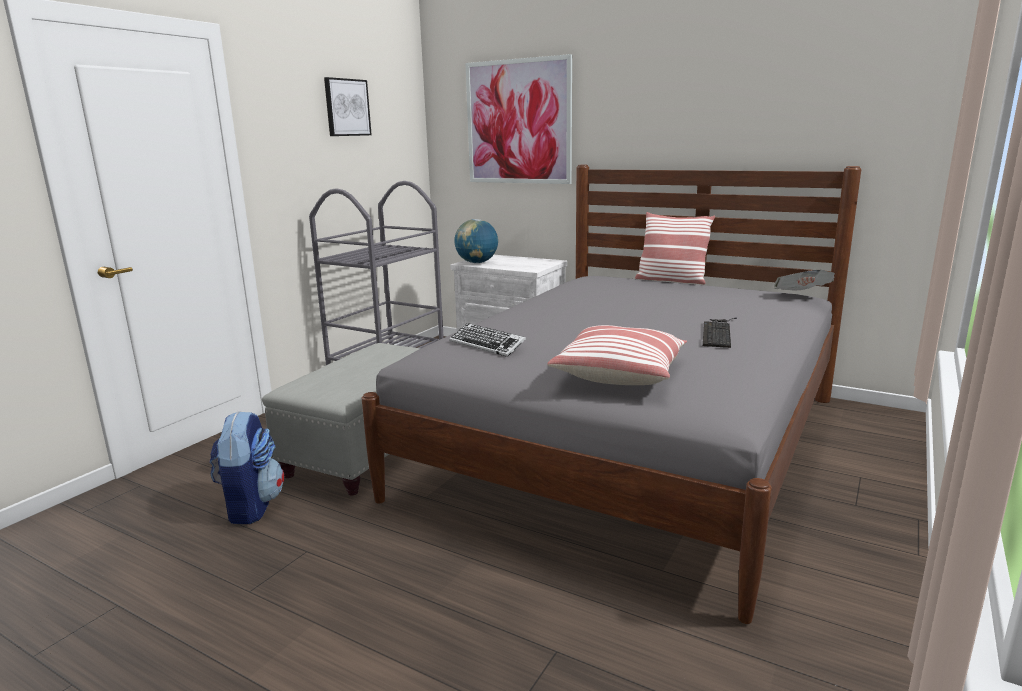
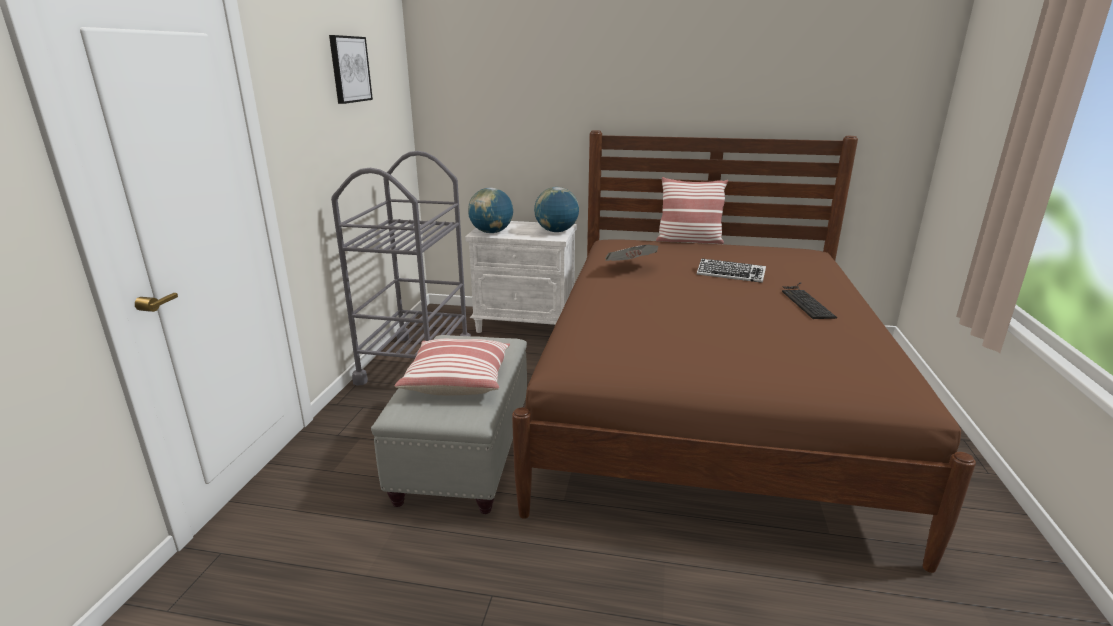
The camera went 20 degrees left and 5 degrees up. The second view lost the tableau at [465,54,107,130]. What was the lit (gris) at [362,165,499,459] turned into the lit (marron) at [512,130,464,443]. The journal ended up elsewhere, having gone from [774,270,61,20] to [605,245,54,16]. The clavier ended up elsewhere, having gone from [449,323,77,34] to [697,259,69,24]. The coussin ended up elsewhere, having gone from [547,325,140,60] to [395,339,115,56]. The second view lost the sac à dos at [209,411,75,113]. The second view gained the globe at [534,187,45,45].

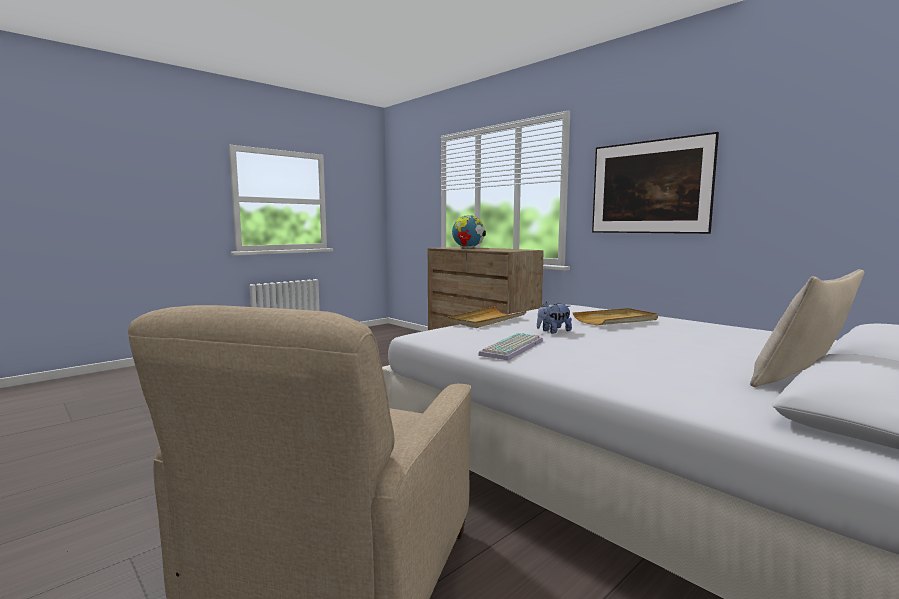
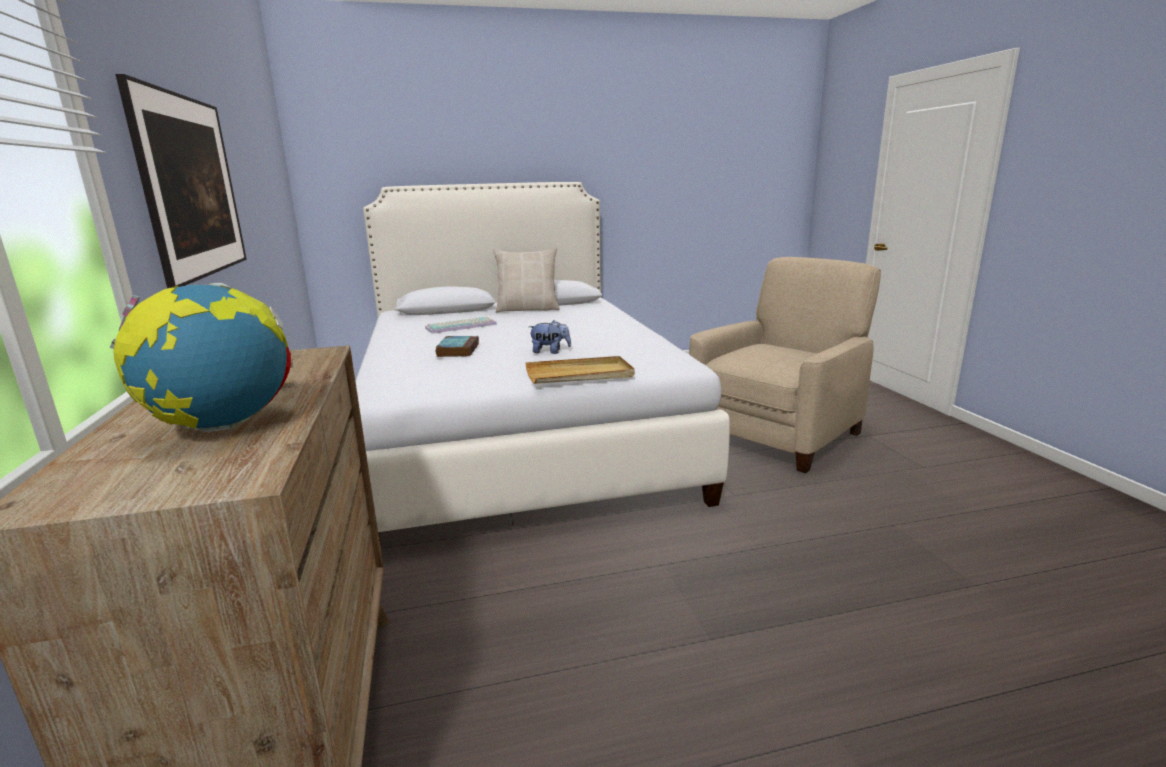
The camera went 150 degrees left and 10 degrees up. Where the plateau (beige) stood at [573,308,85,17], the livre came to stand at [435,336,44,21]. The clavier ended up elsewhere, having gone from [478,333,65,27] to [425,317,72,16].

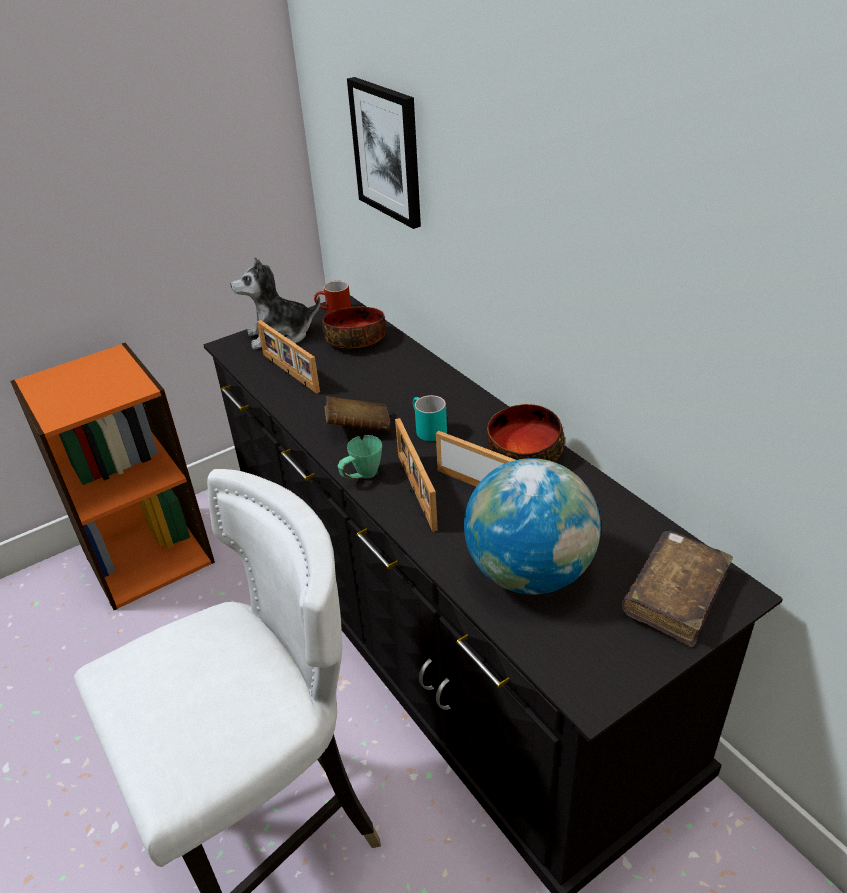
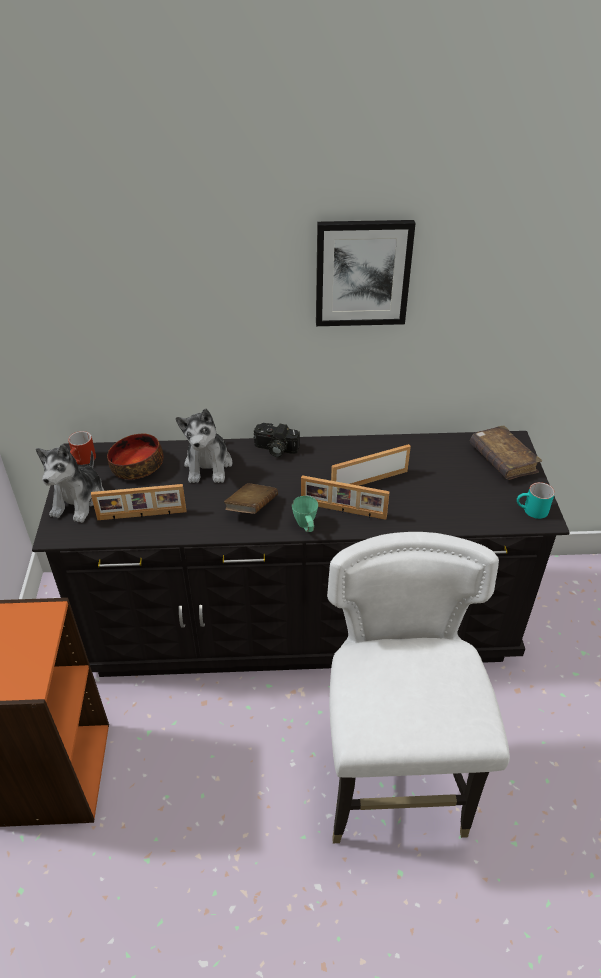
The camera went 60 degrees left and 5 degrees up. The tableau ended up elsewhere, having gone from [347,77,74,152] to [316,220,100,106]. The mug (turquoise) ended up elsewhere, having gone from [413,395,34,46] to [517,482,38,37]. The second view lost the bol at [487,404,78,58]. The second view lost the globe at [464,458,137,136]. The second view gained the peluche at [176,408,57,75]. The second view gained the appareil photo at [254,423,46,34].

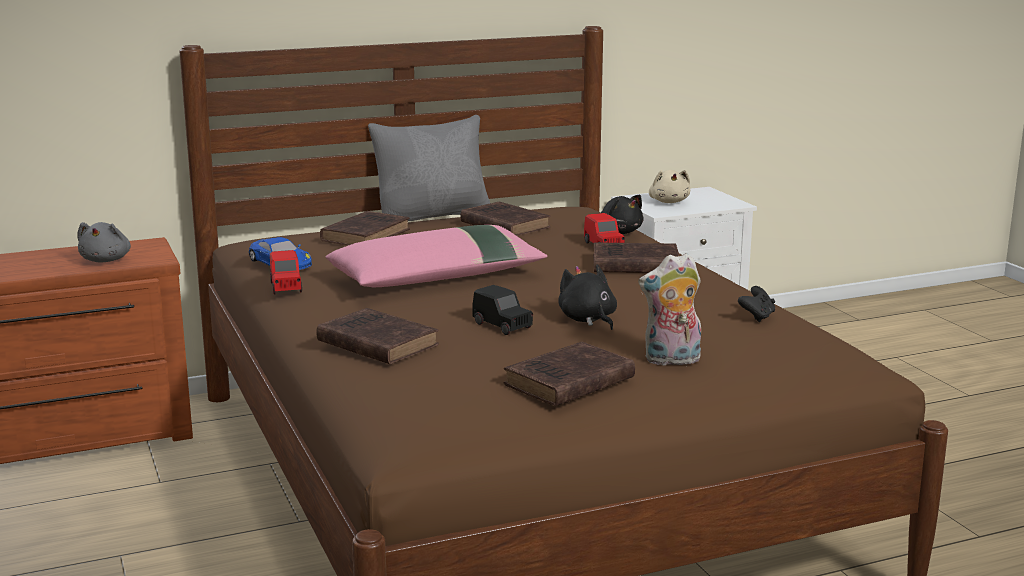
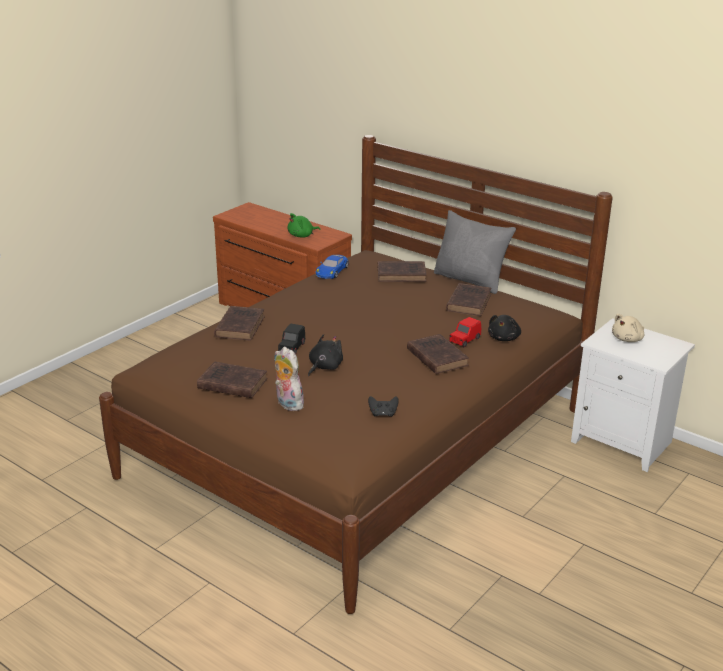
The camera went 60 degrees right and 10 degrees up. What was the peluche (gris) at [77,222,54,40] turned into the peluche (vert) at [288,213,32,25]. The second view lost the coussin (rose) at [326,225,222,62]. The second view lost the petite voiture (rouge) at [270,250,32,44].

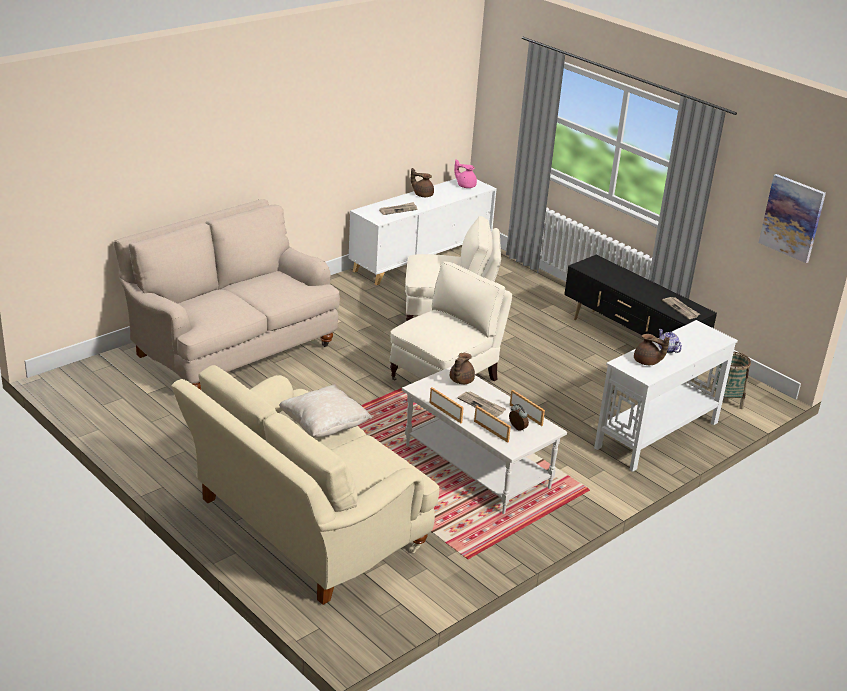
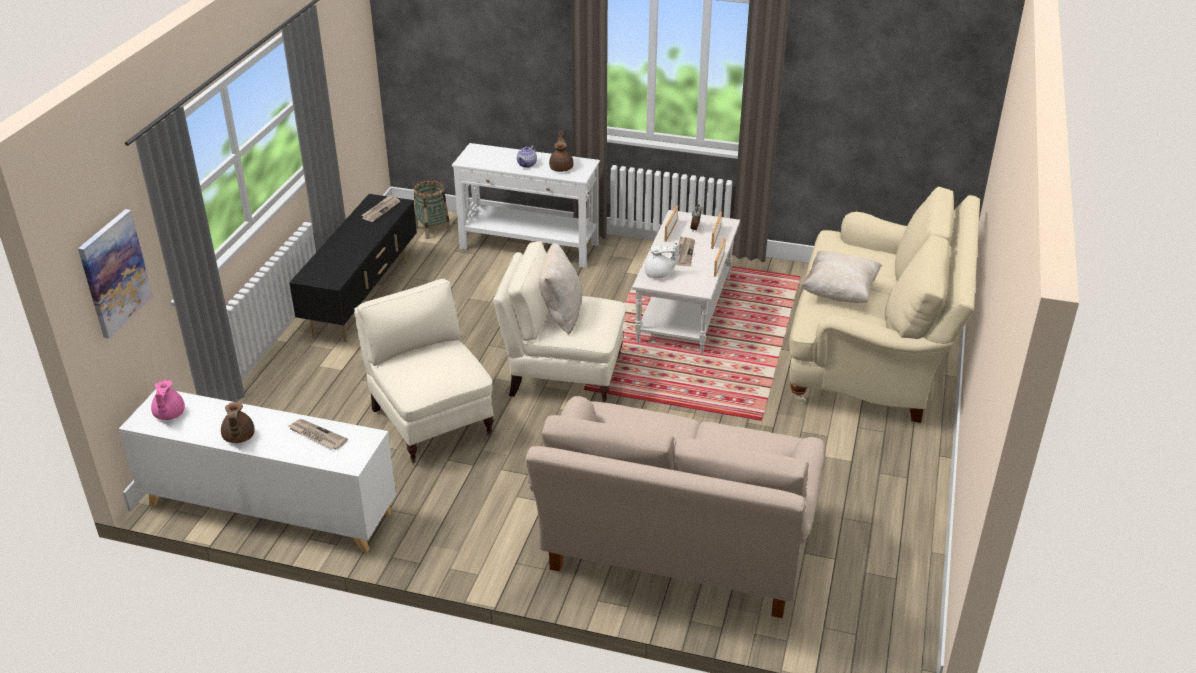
The camera went 120 degrees left and 5 degrees up. The tableau ended up elsewhere, having gone from [759,174,67,89] to [78,209,75,130]. What was the théière (marron) at [450,353,25,31] turned into the théière (blanc) at [645,242,34,37]. The second view gained the coussin (beige) at [539,243,43,92].

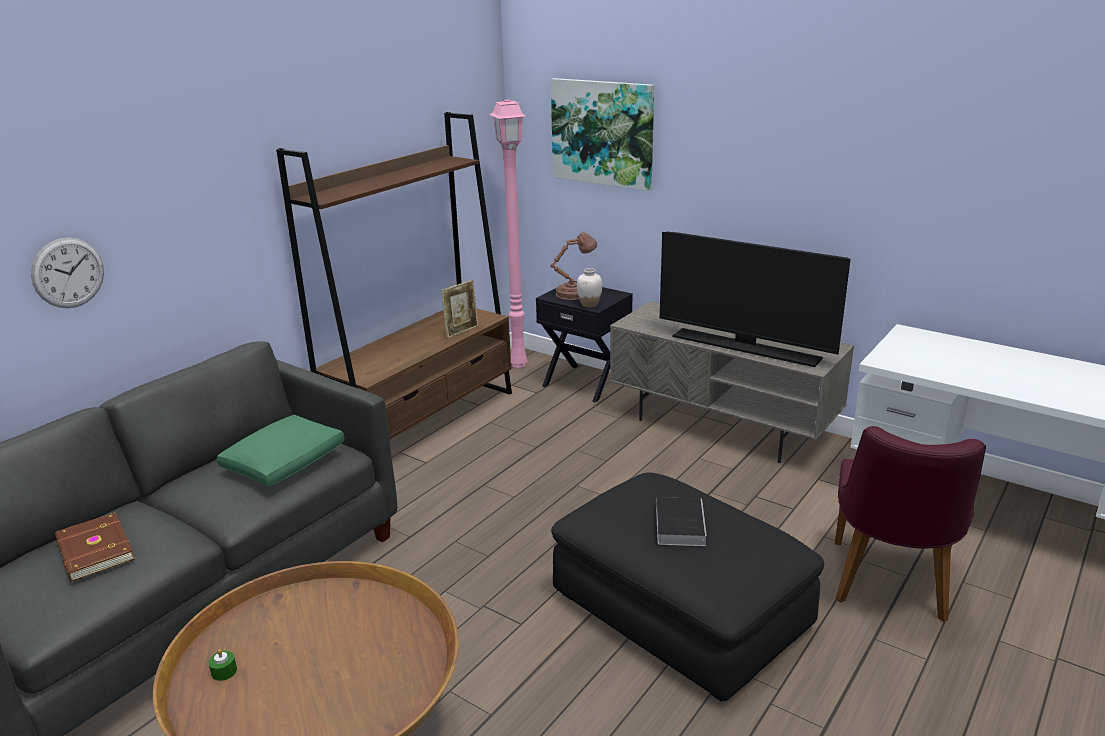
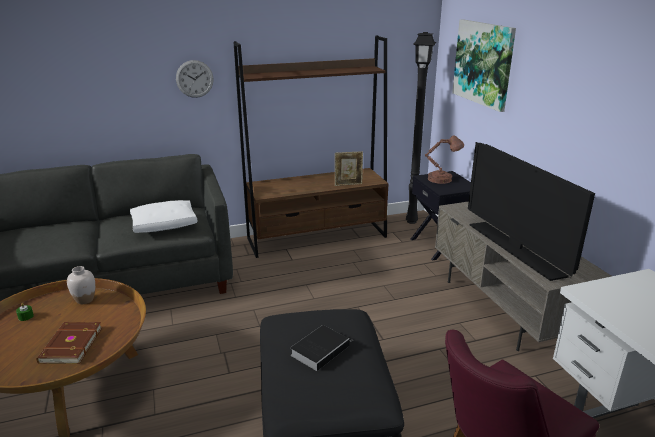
The camera went 35 degrees right and 0 degrees up. What was the lampadaire (rose) at [489,100,38,268] turned into the lampadaire (noir) at [406,32,30,192]. The horloge murale ended up elsewhere, having gone from [31,238,73,70] to [176,60,38,38]. The vase (blanc) ended up elsewhere, having gone from [577,268,25,40] to [67,266,28,38]. What was the coussin (vert) at [216,415,128,71] turned into the coussin (blanc) at [130,200,68,33]. The livre (marron) ended up elsewhere, having gone from [55,512,80,69] to [37,322,65,42].

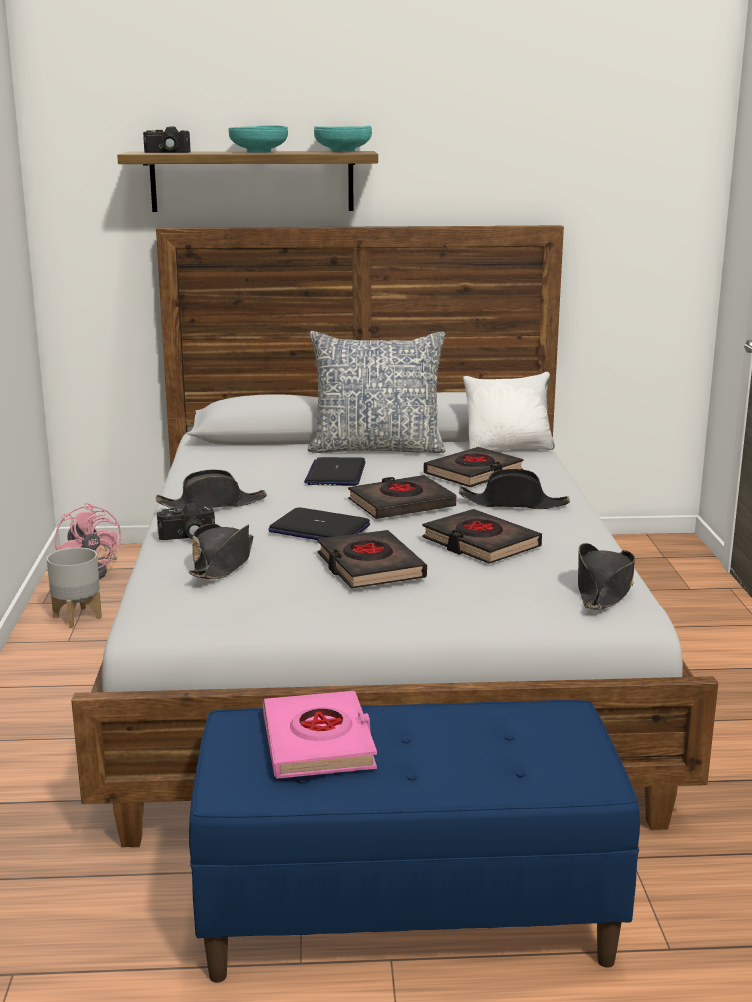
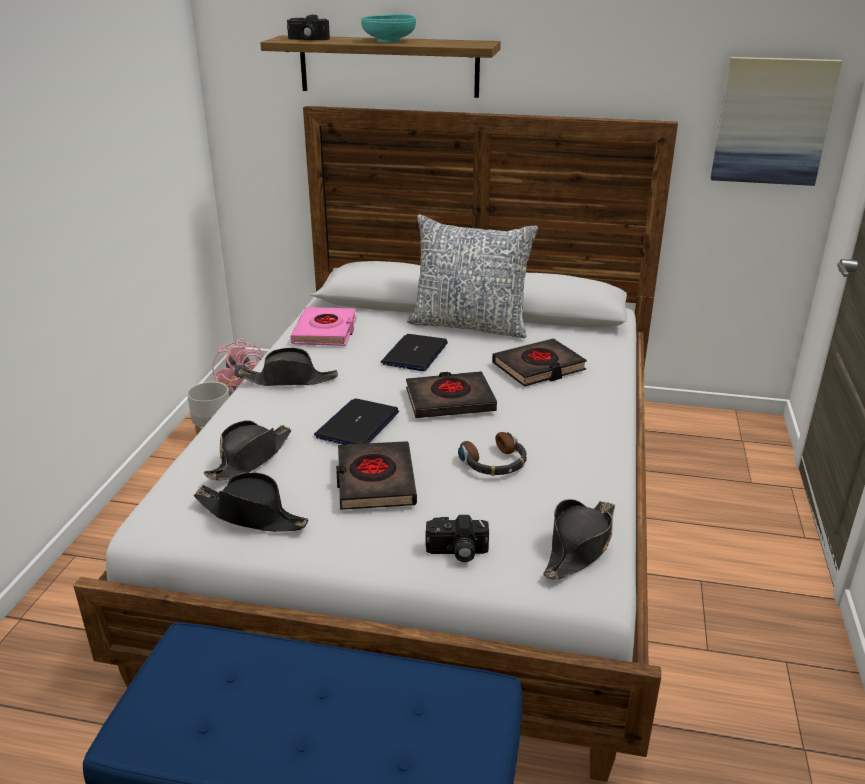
The camera went 15 degrees right and 10 degrees up. The second view lost the bol (turquoise) at [314,126,58,26]. The second view lost the coussin (blanc) at [463,372,92,79]. The chapeau (noir) ended up elsewhere, having gone from [459,469,111,40] to [194,473,115,59]. The appareil photo ended up elsewhere, having gone from [157,503,58,37] to [425,515,64,47]. The ordinateur portable at [268,507,102,33] ended up facing another way, 75 degrees clockwise from before. Where the livre (noir) stood at [422,509,120,55], the casque audio came to stand at [458,432,69,44]. The livre (rose) ended up elsewhere, having gone from [263,691,114,87] to [290,307,67,39]. The second view gained the tableau at [711,57,131,129].

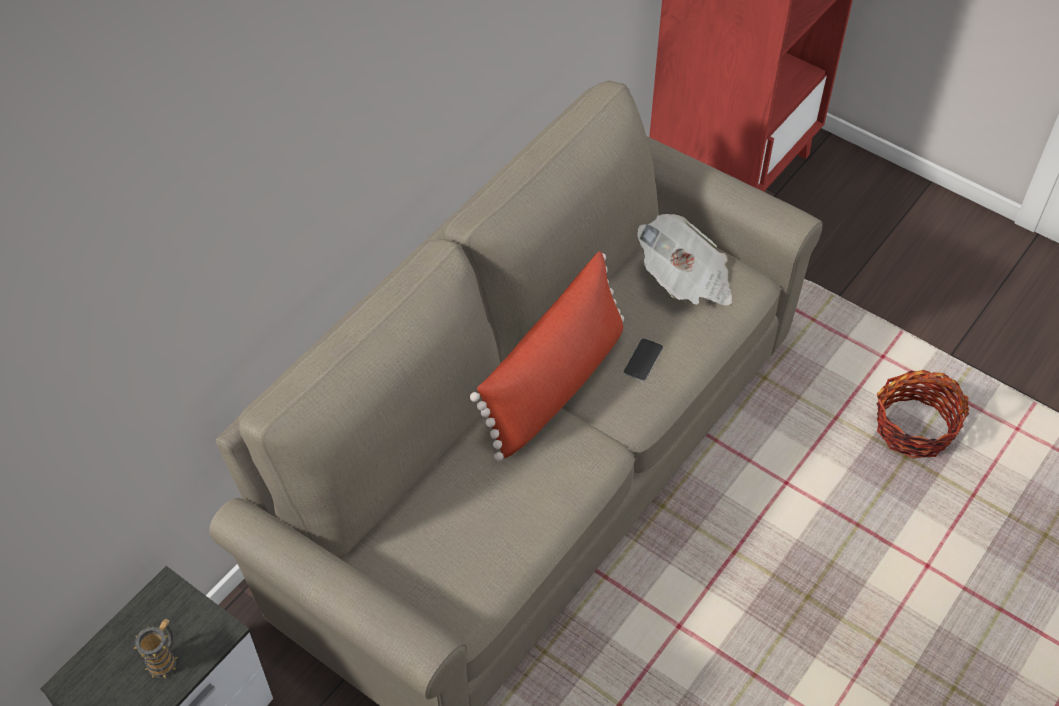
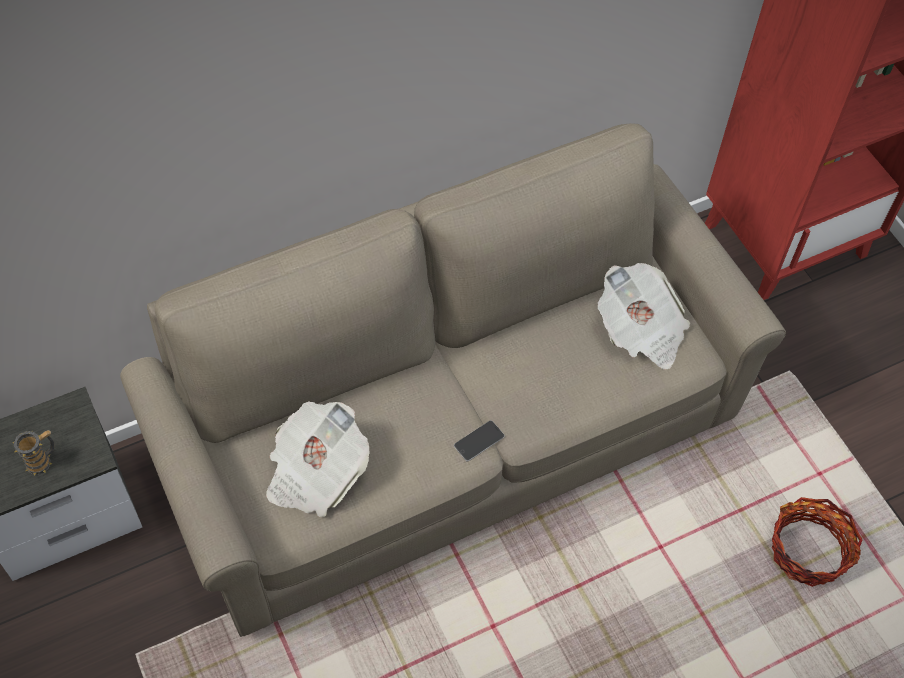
The camera went 25 degrees right and 5 degrees up. The second view lost the coussin (rouge) at [470,251,154,210]. The téléphone ended up elsewhere, having gone from [623,338,40,44] to [454,420,51,41]. The second view gained the journal at [266,401,103,116].

